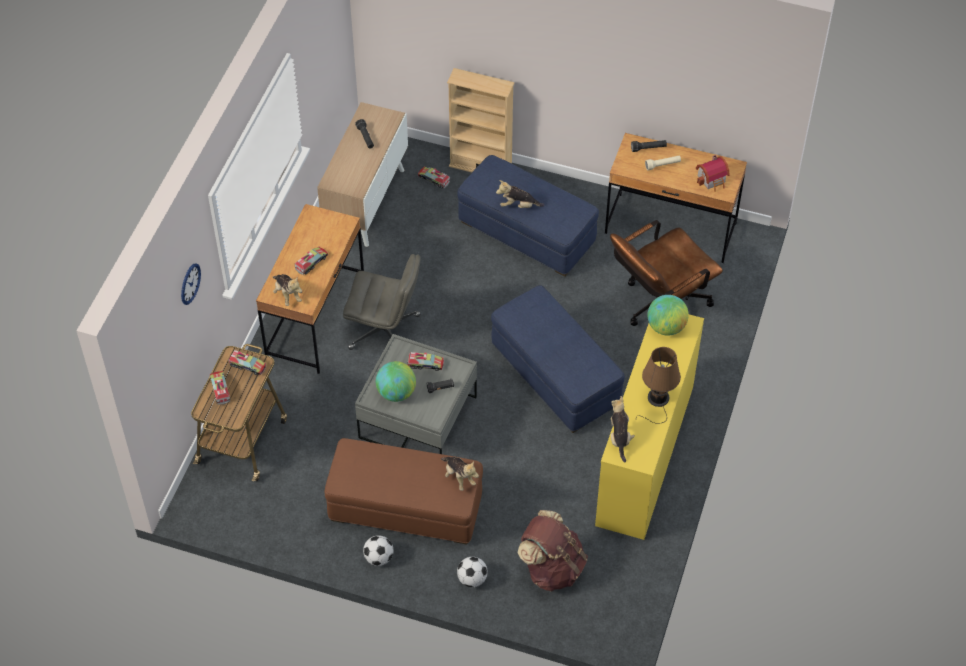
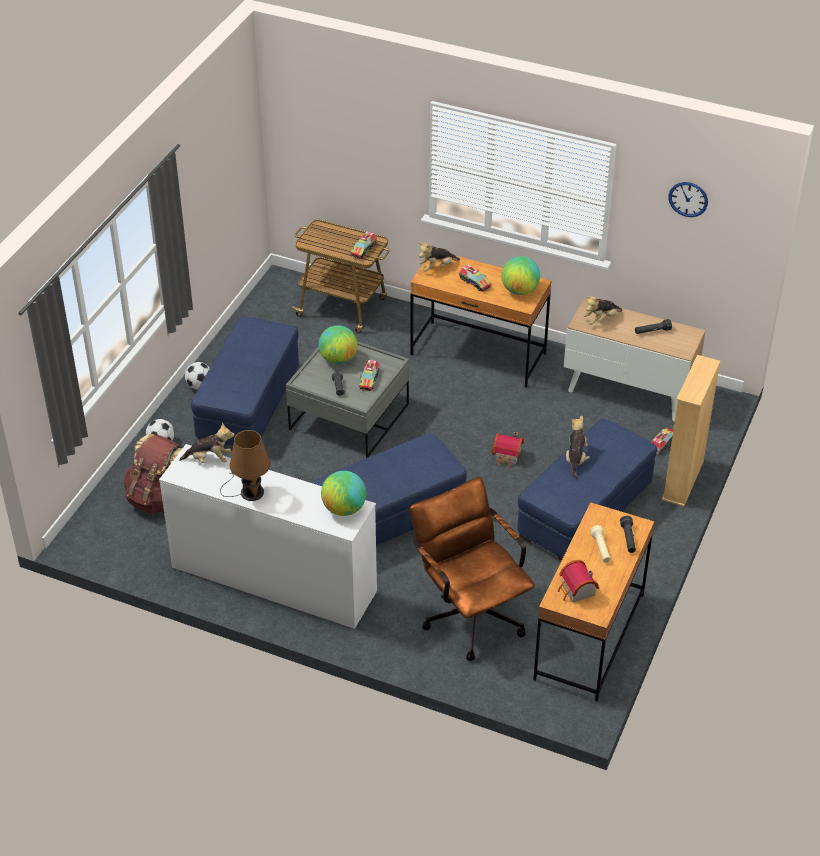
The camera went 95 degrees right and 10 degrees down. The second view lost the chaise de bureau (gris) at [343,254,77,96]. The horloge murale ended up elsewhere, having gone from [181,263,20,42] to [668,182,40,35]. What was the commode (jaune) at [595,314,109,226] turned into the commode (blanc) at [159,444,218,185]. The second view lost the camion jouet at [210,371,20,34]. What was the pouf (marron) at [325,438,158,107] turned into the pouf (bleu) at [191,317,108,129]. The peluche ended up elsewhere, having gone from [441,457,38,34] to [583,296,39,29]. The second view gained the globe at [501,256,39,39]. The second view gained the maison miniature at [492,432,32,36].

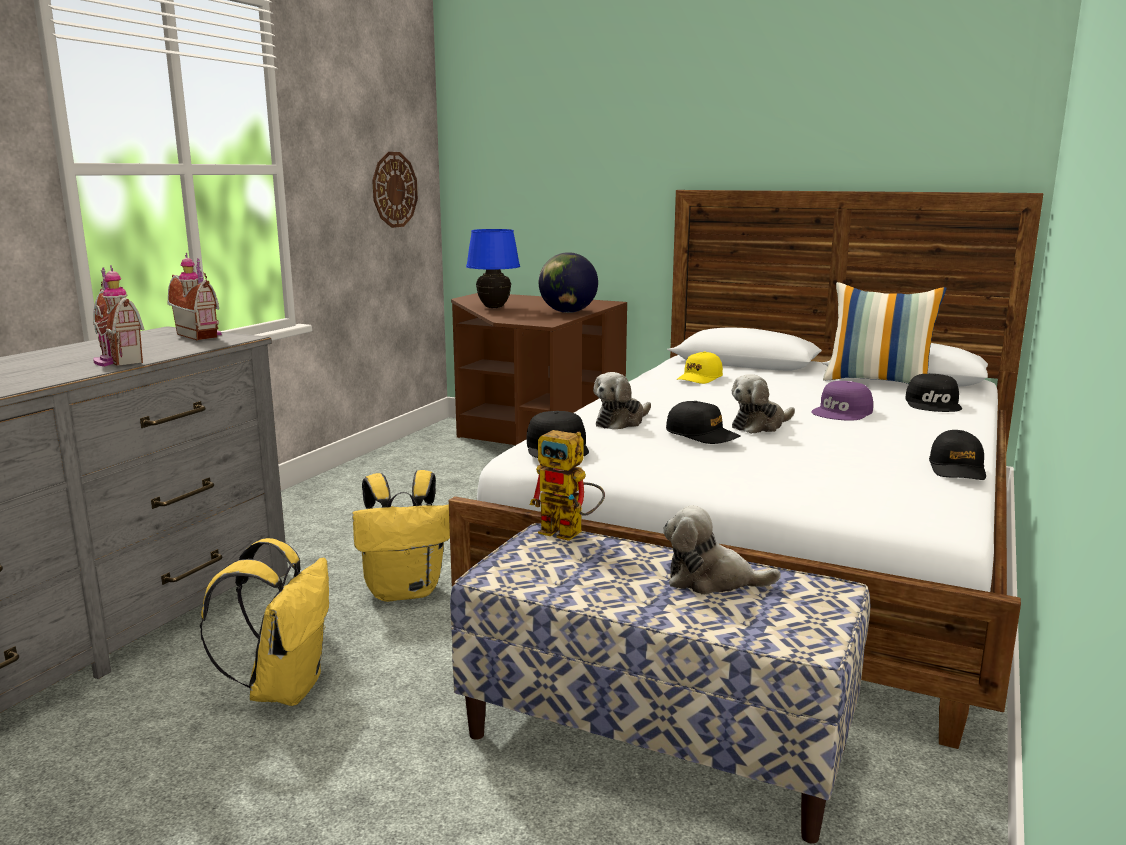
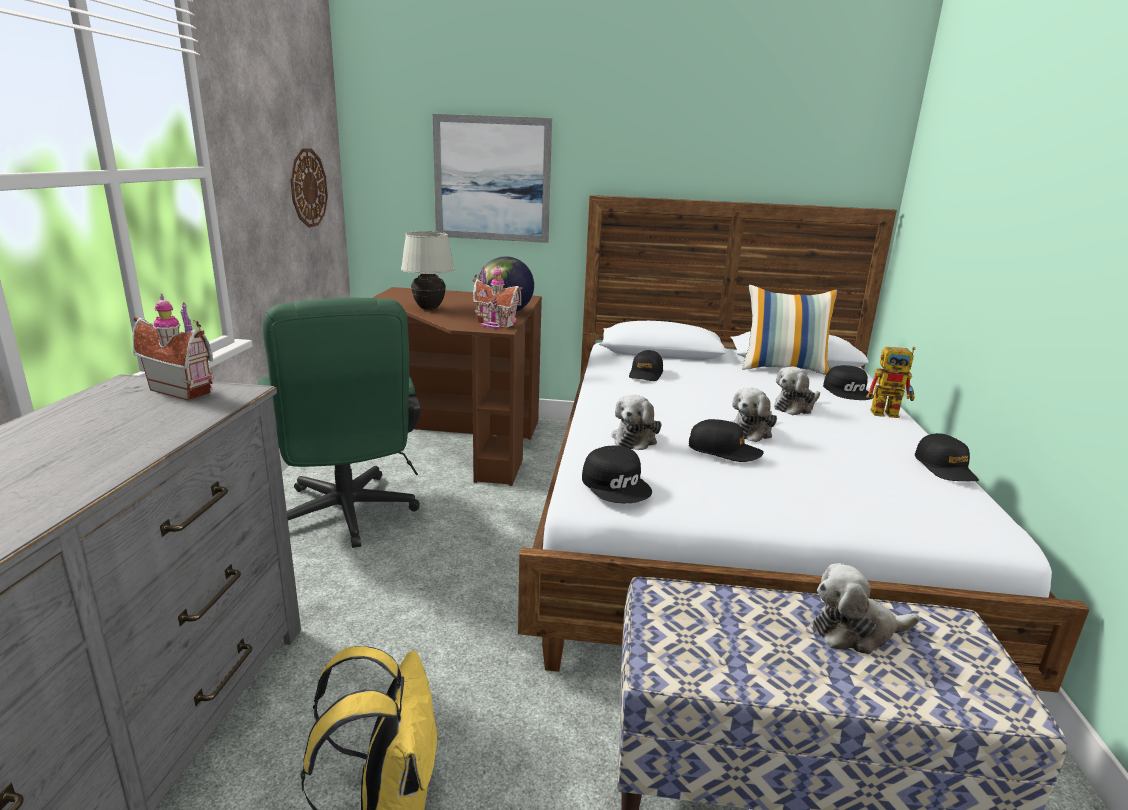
The camera went 20 degrees left and 5 degrees up. What was the lampe de table (bleu) at [466,229,54,79] turned into the lampe de table (blanc) at [401,231,53,79]. The maison miniature ended up elsewhere, having gone from [93,264,51,103] to [473,265,49,64]. What was the casquette (jaune) at [677,351,46,33] turned into the casquette (noir) at [629,350,34,31]. Where the casquette (violet) stood at [811,381,62,40], the peluche came to stand at [774,366,46,49]. The robot jouet ended up elsewhere, having gone from [530,430,75,111] to [866,347,50,71]. The second view lost the sac à dos (jaune) at [352,470,98,132]. The second view gained the tableau at [433,114,119,129]. The second view gained the chaise de bureau (vert) at [258,298,162,250].

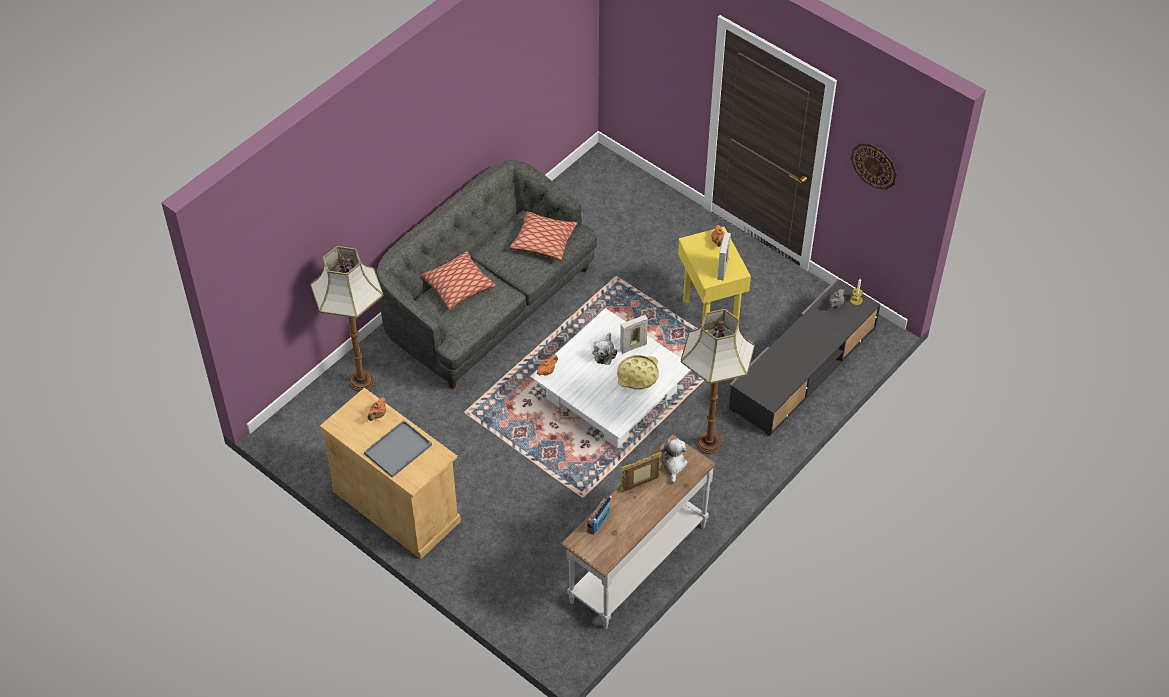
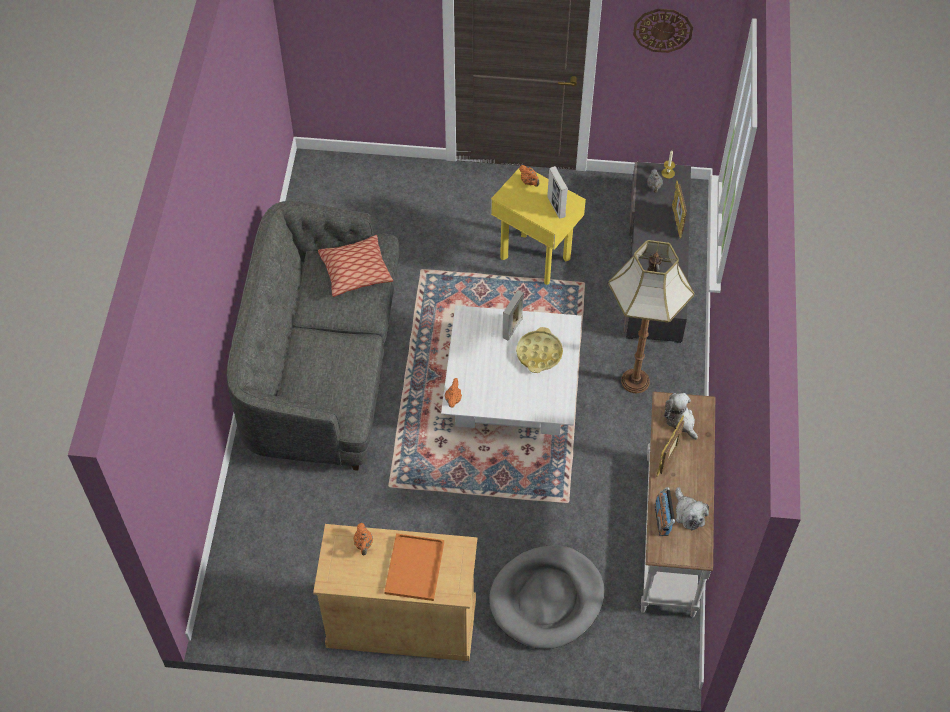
The camera went 35 degrees left and 5 degrees up. The second view lost the lampadaire at [310,246,73,146]. The second view lost the coussin at [421,251,74,59]. The peluche ended up elsewhere, having gone from [592,333,25,32] to [676,487,33,43]. What was the plateau (gris) at [364,420,68,58] turned into the plateau (orange) at [384,533,60,68]. The second view gained the cadre photo at [672,181,15,58]. The second view gained the panier pour chien (gris) at [489,545,116,104].

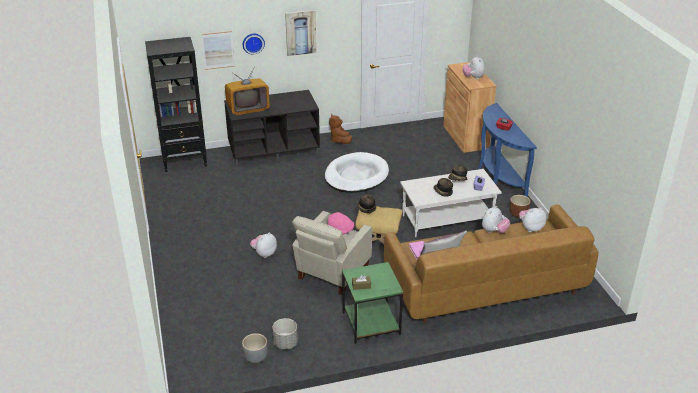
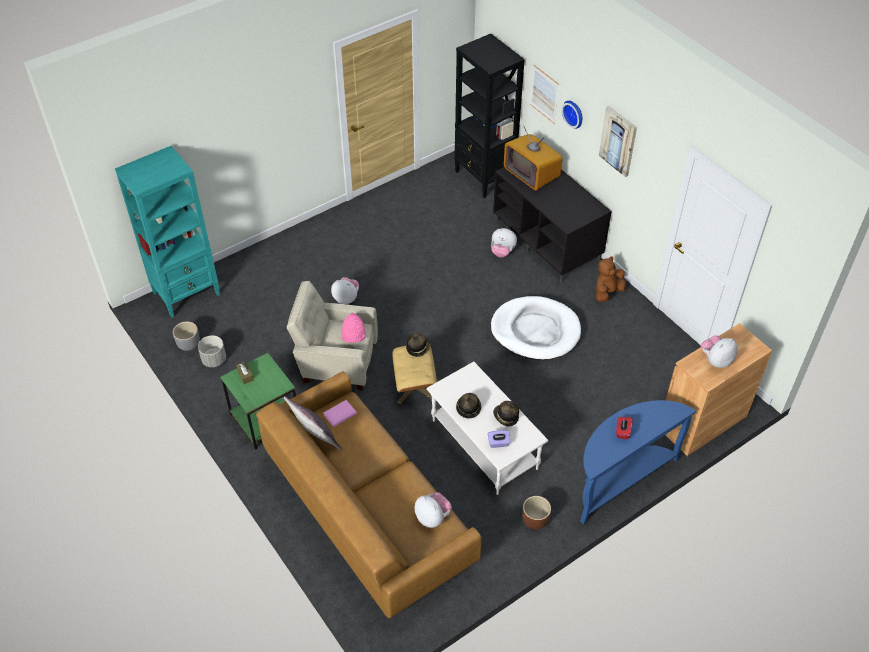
The camera went 70 degrees right and 15 degrees up. The peluche ended up elsewhere, having gone from [482,206,28,27] to [491,228,26,29]. The second view gained the bibliothèque (turquoise) at [115,146,105,172].

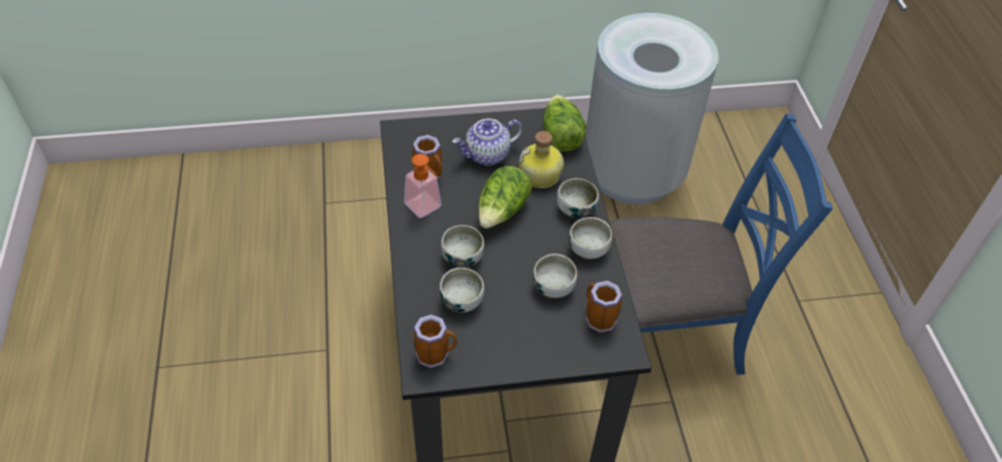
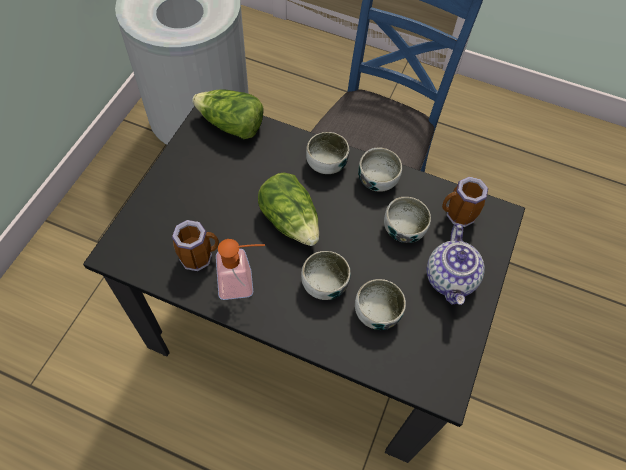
The camera went 60 degrees left and 10 degrees up. The théière ended up elsewhere, having gone from [452,119,71,47] to [427,224,58,81]. The second view lost the bouteille at [519,131,45,57]. The second view lost the mug at [413,314,44,54].

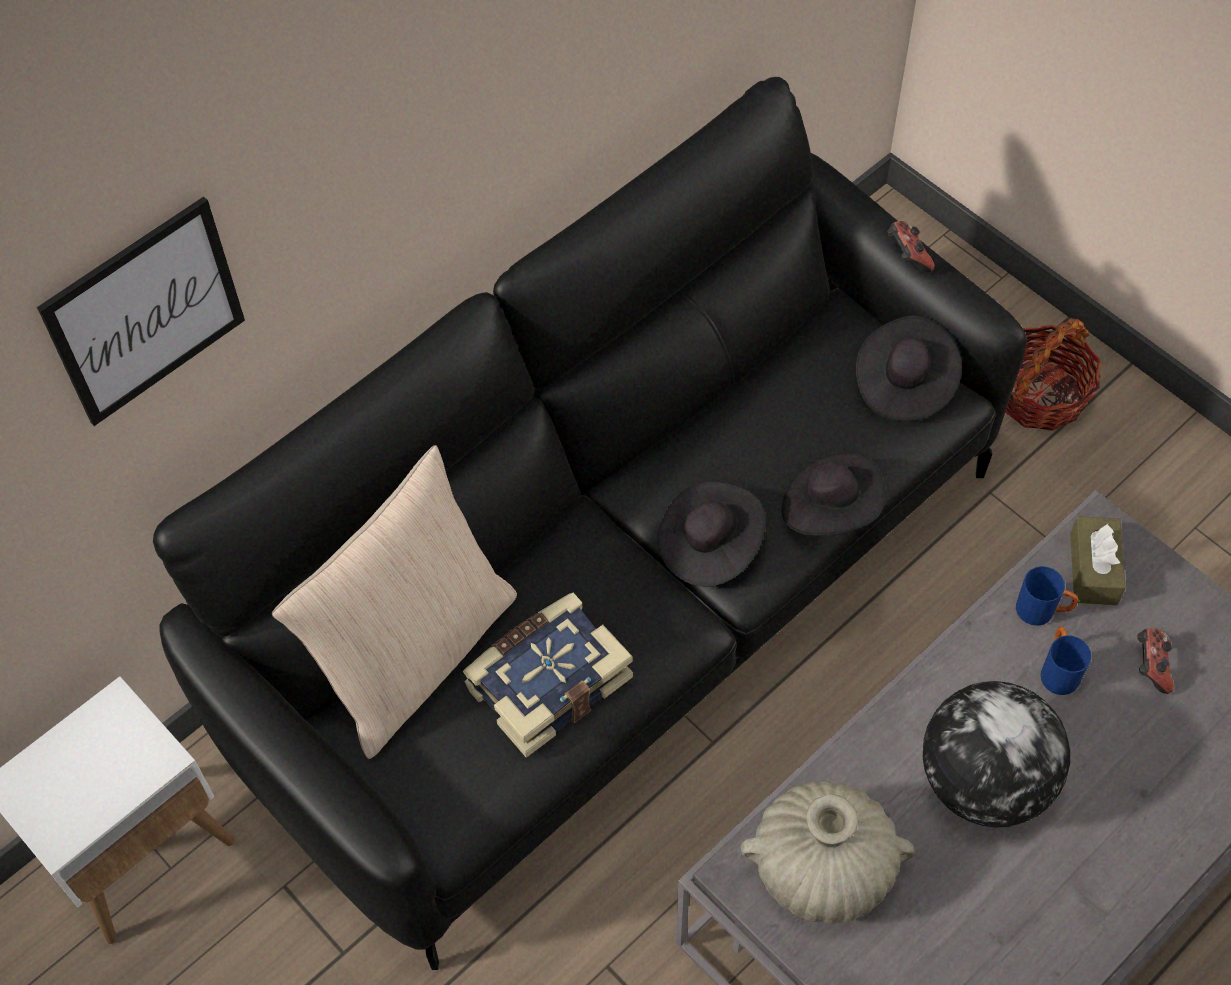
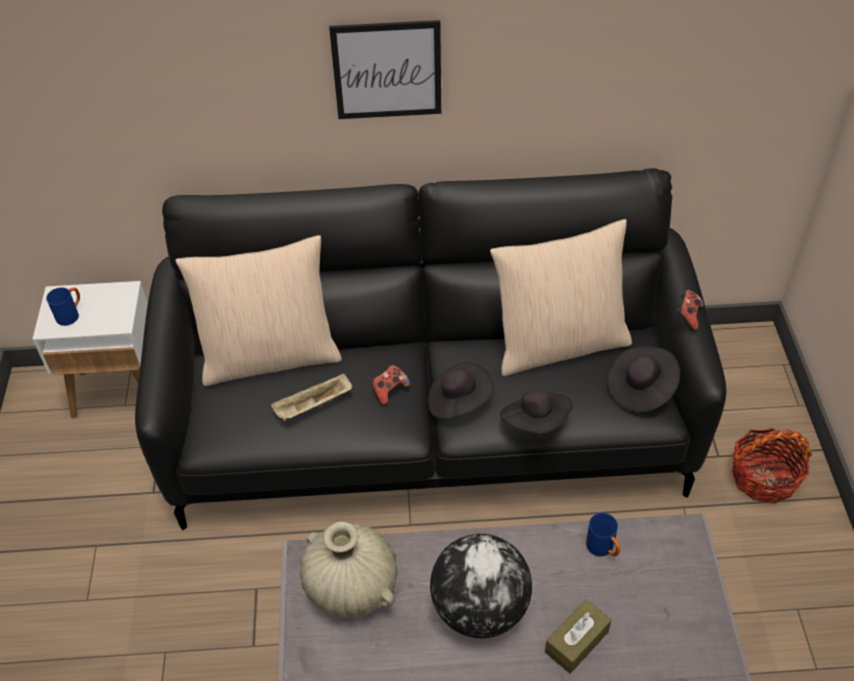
The camera went 40 degrees right and 10 degrees down. The tableau ended up elsewhere, having gone from [37,196,208,230] to [329,20,112,99]. The boîte à mouchoirs (marron) ended up elsewhere, having gone from [1070,516,56,89] to [545,599,66,75]. Where the livre stood at [463,593,170,165], the plateau (beige) came to stand at [271,373,81,48]. The mug (bleu) ended up elsewhere, having gone from [1041,627,50,68] to [46,287,34,39]. The manette ended up elsewhere, having gone from [1137,628,37,66] to [372,365,38,40]. The second view gained the coussin (beige) at [490,219,142,157].

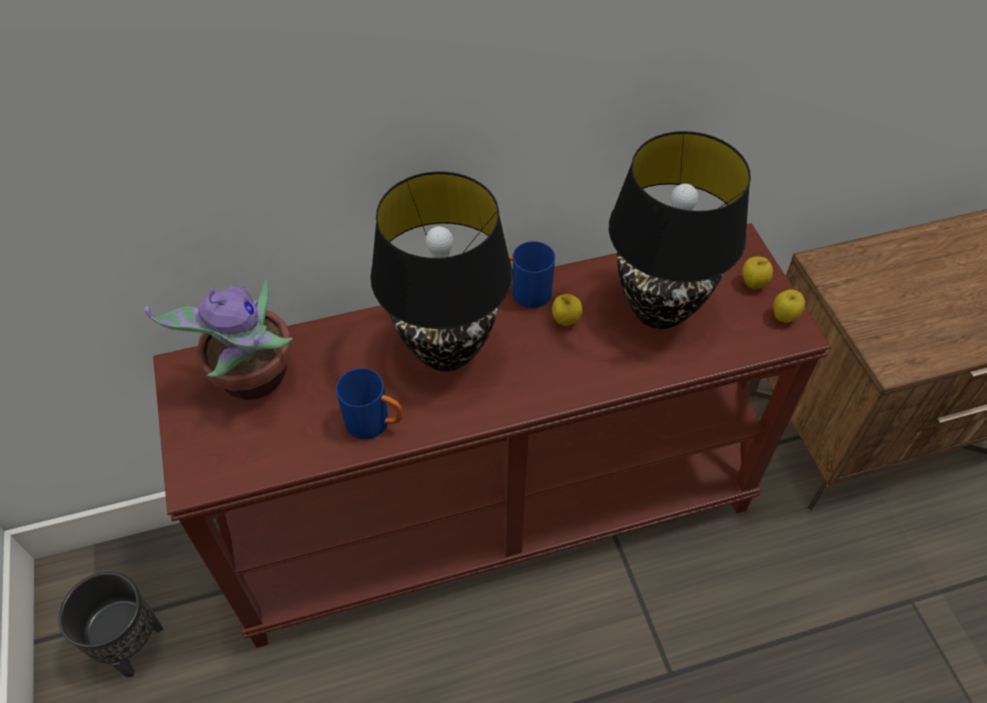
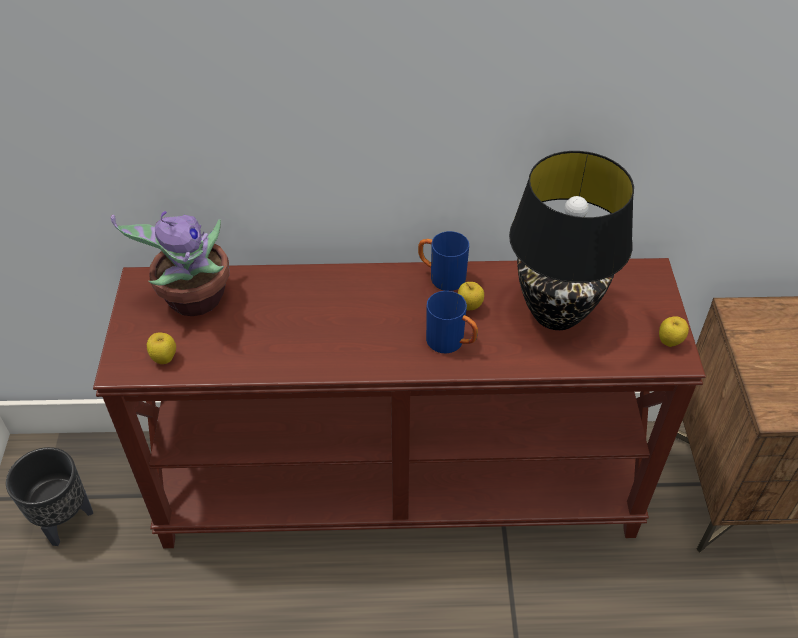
The camera went 15 degrees right and 5 degrees down. The second view lost the lampe de table (noir) at [370,171,142,200]. The pomme ended up elsewhere, having gone from [742,256,31,33] to [147,332,29,32]. The mug (bleu) ended up elsewhere, having gone from [336,368,67,71] to [426,291,52,63].

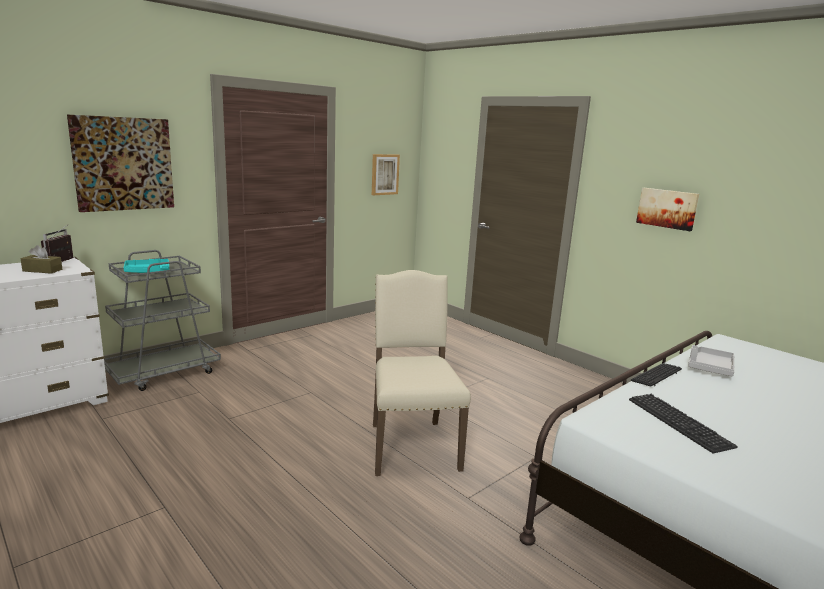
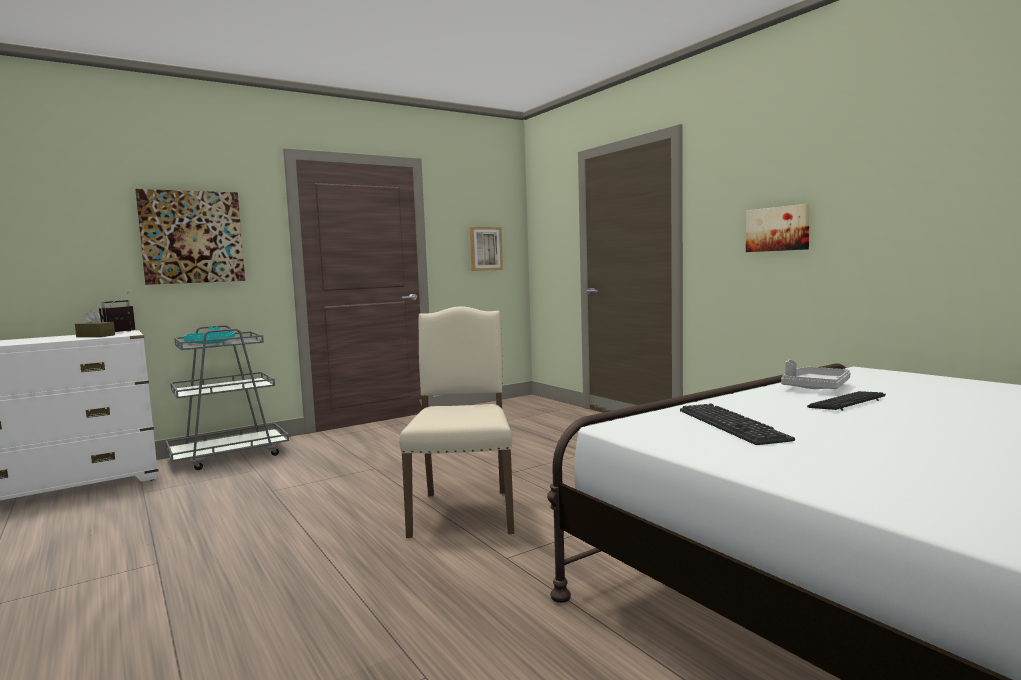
The camera went 10 degrees right and 10 degrees down. The clavier ended up elsewhere, having gone from [631,363,51,23] to [807,391,79,20].

